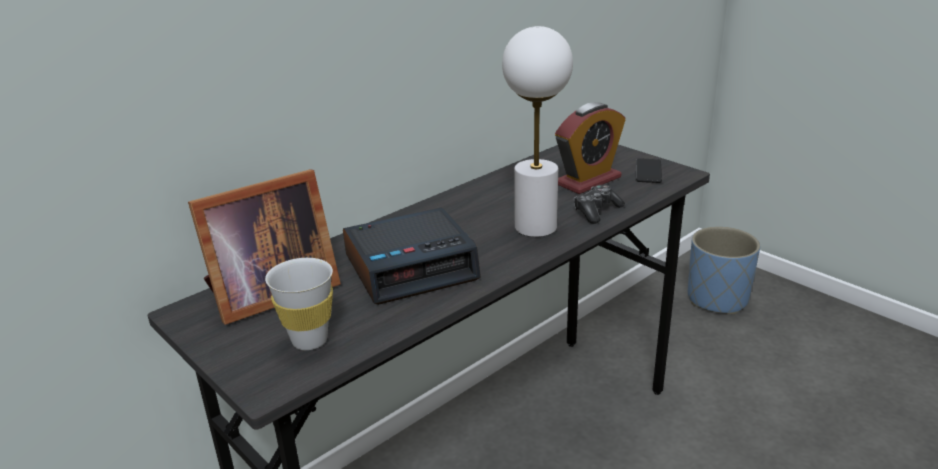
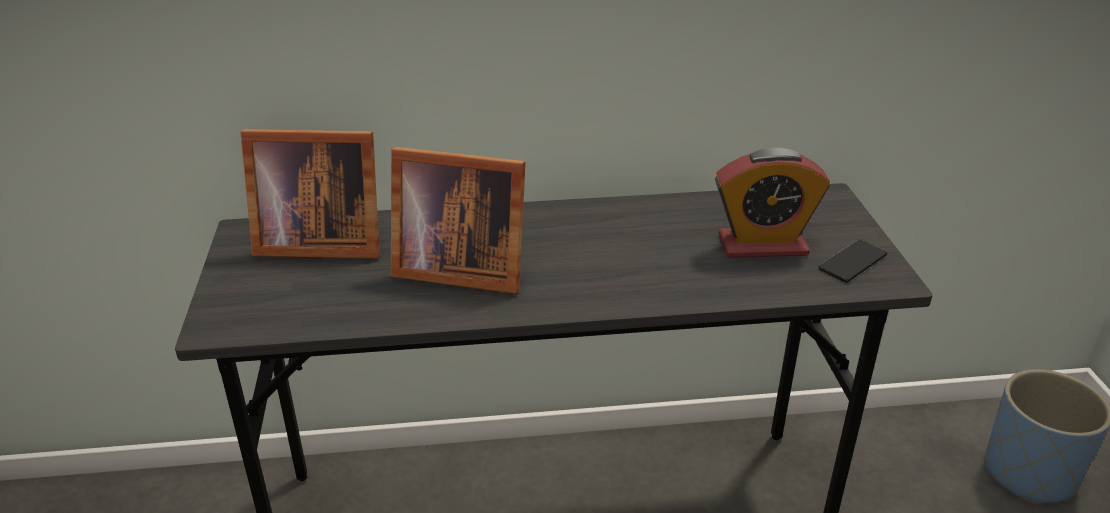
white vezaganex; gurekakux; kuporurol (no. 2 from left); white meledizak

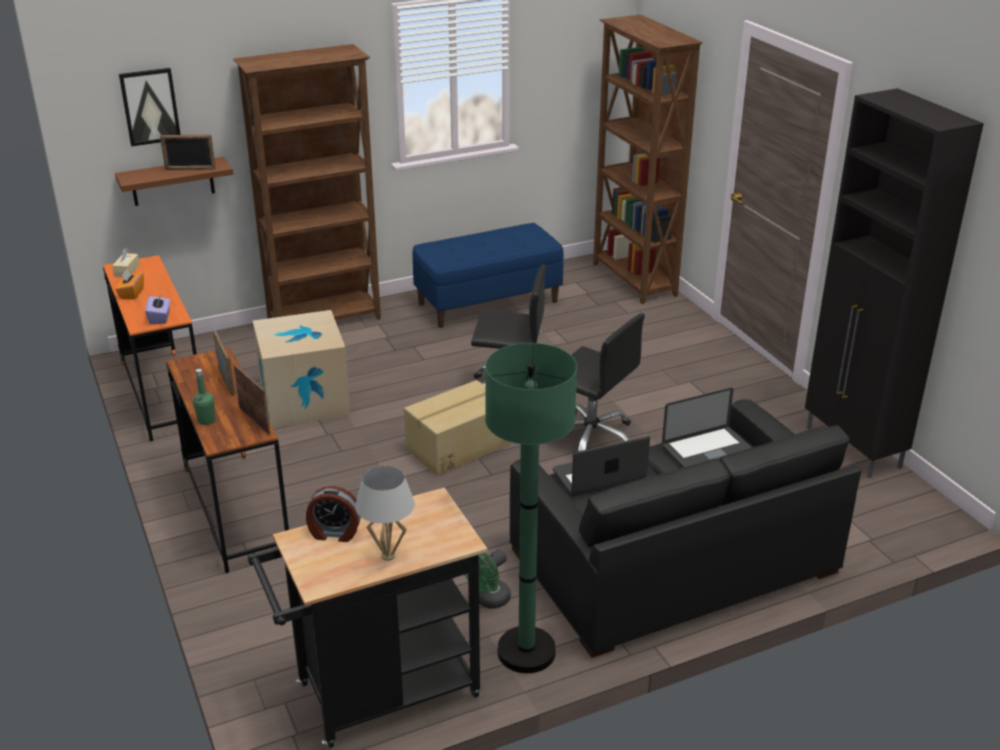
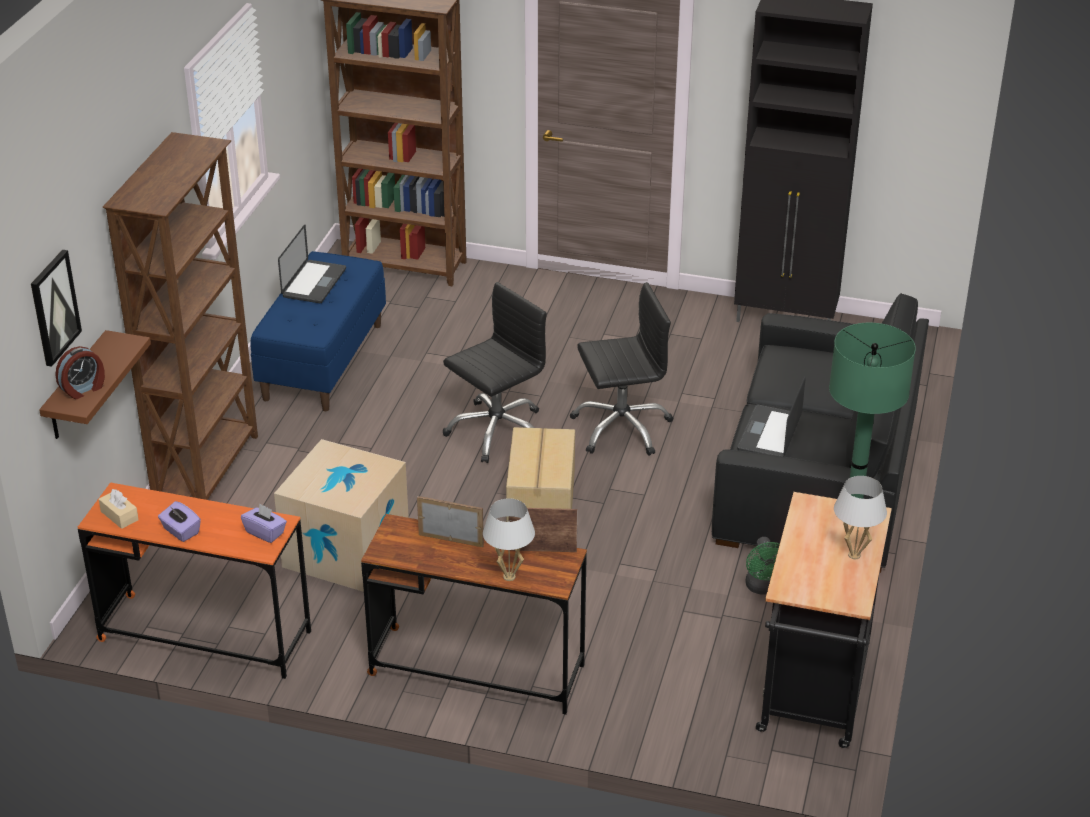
kuporurol (no. 1 from left in the first image); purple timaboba (no. 1 from left); white vezaganex (no. 1 from left); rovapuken (no. 1 from left); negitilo

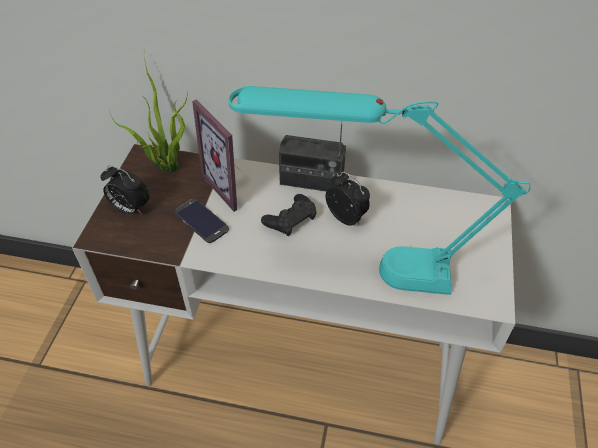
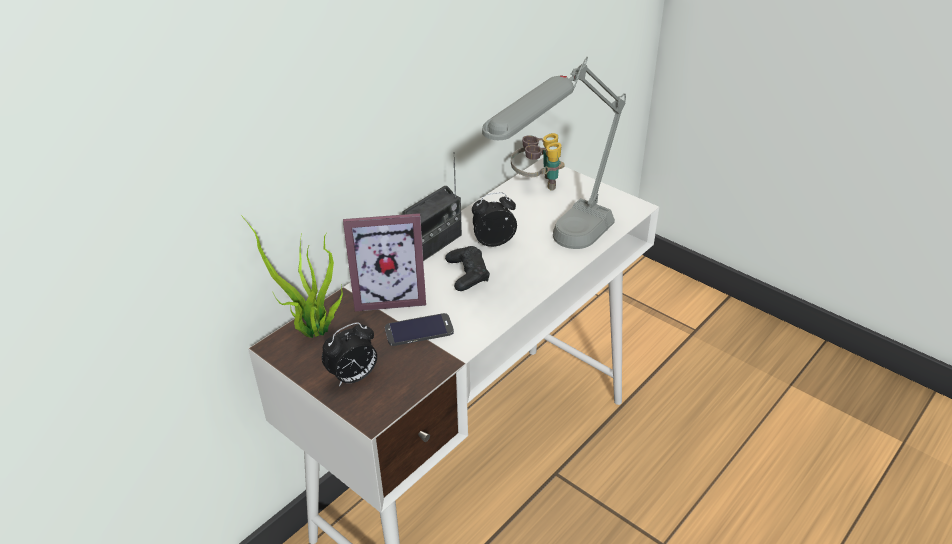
grey vezaganex; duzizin

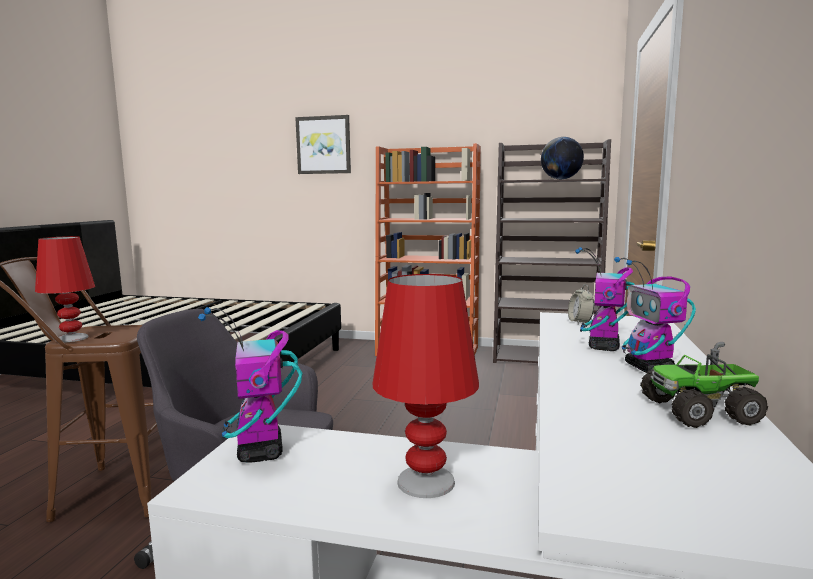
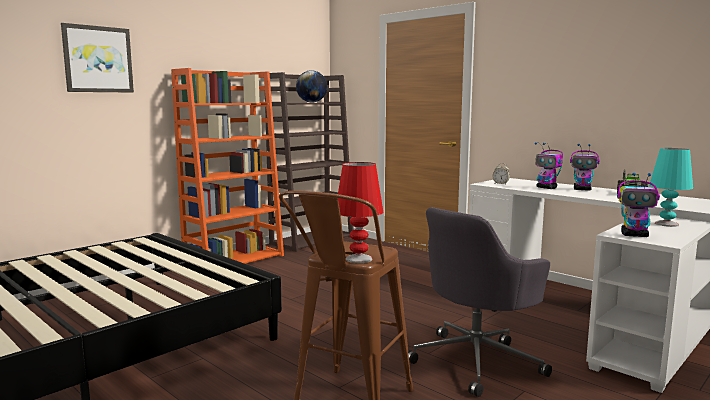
turquoise vezaganex

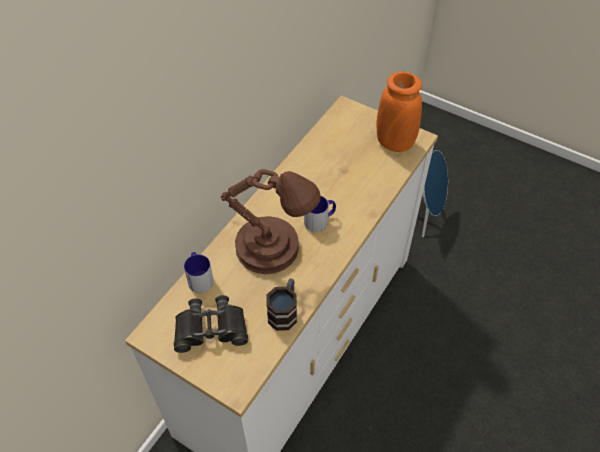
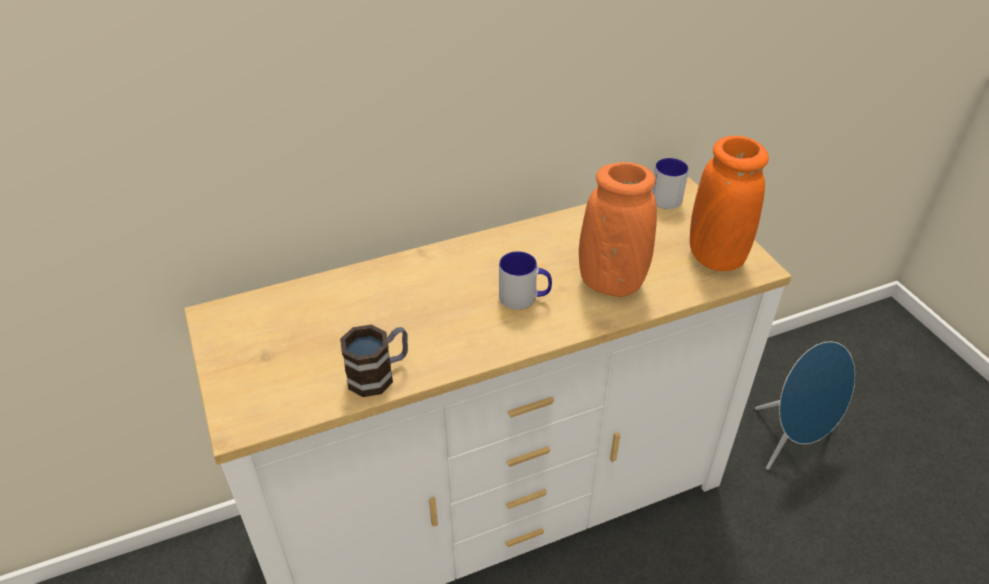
brown vezaganex; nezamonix (no. 3 from left); black duzizin; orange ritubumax (no. 1 from left)

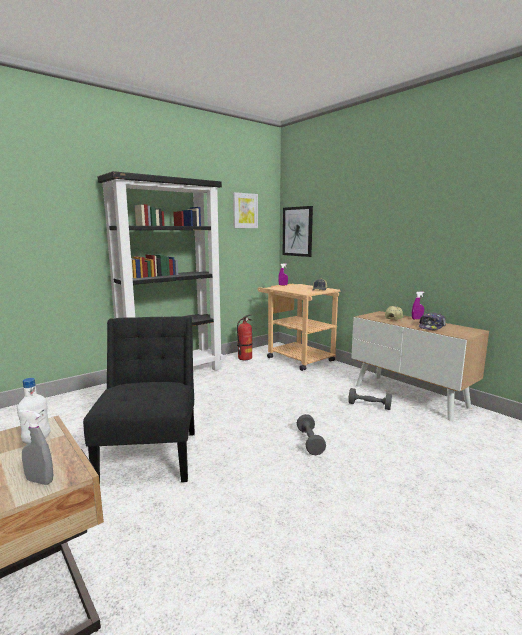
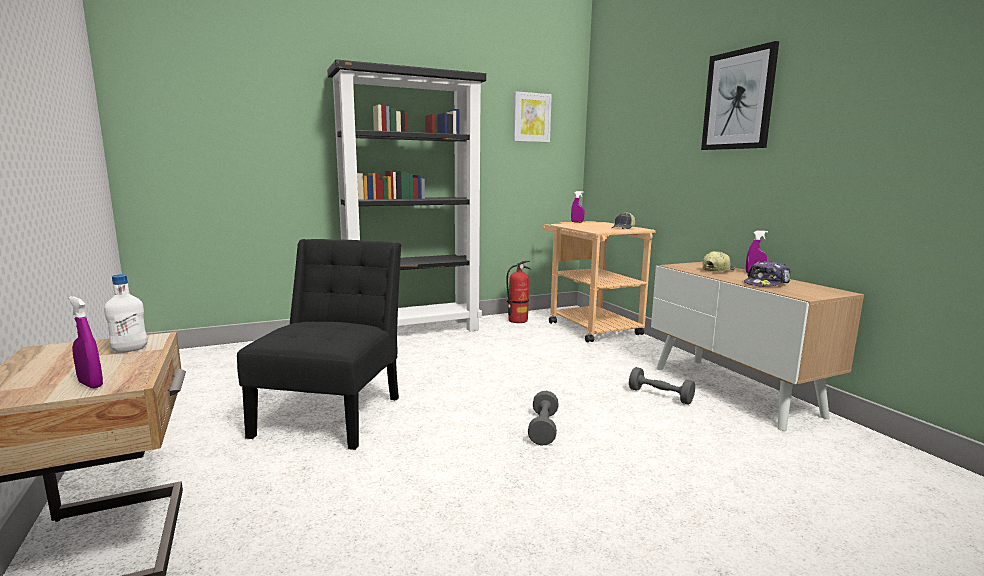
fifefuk (no. 2 from left); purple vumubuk (no. 1 from left)

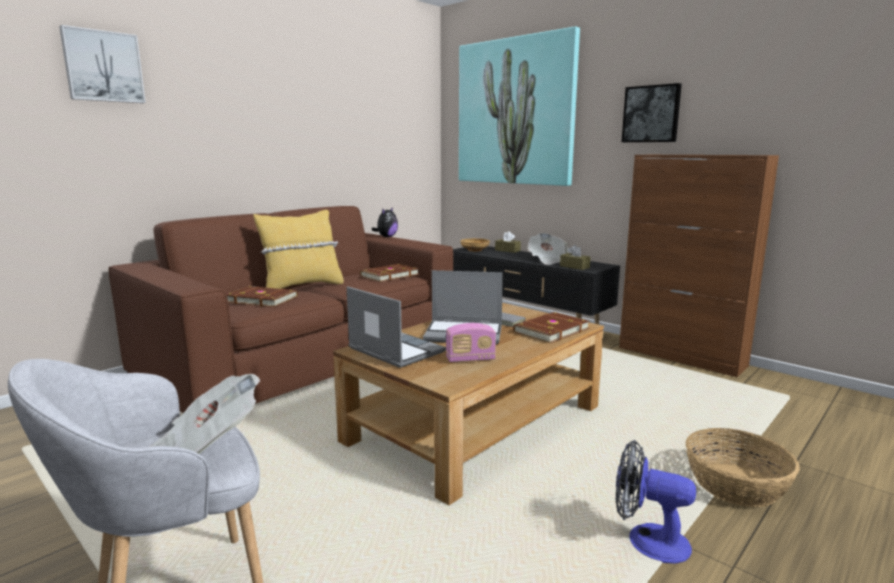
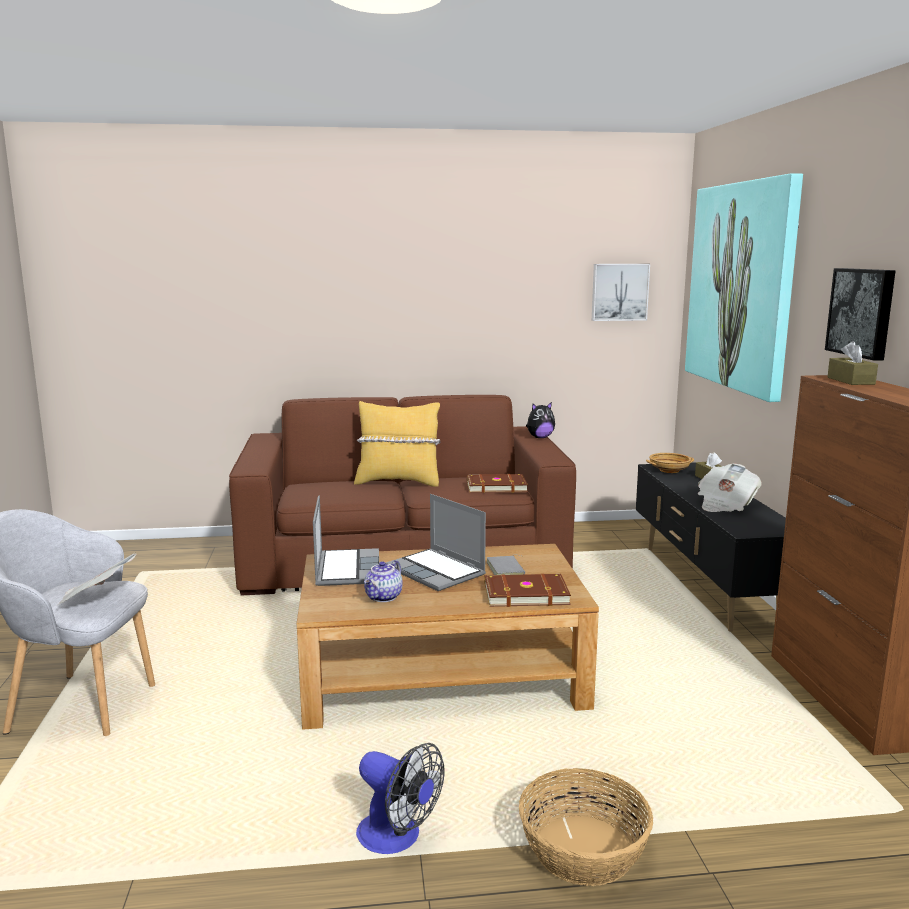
fifefuk (no. 1 from left); brown timaboba (no. 2 from left); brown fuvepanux (no. 1 from left in the first image); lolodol; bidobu

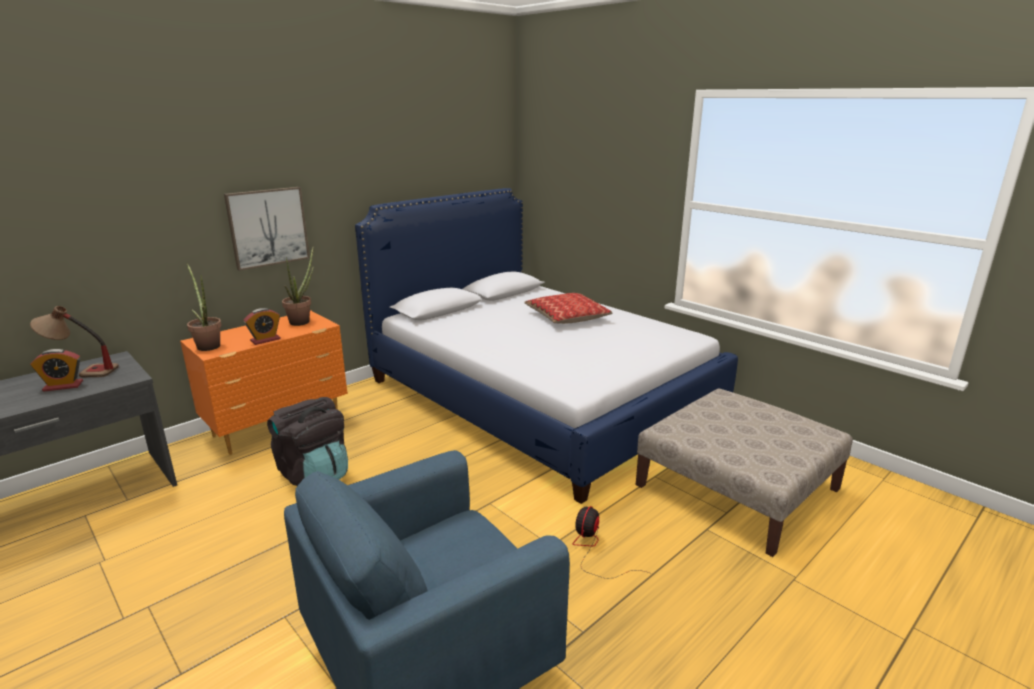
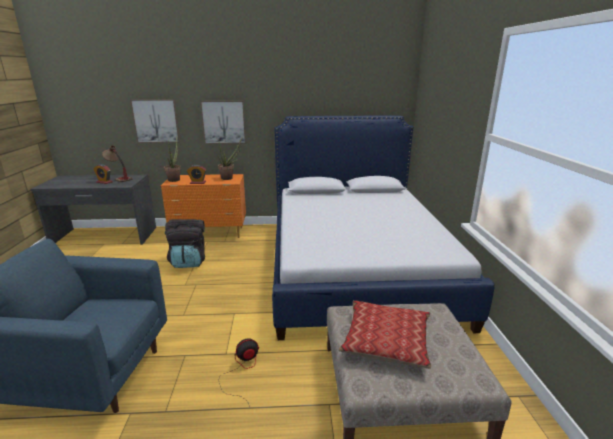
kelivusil; fifefuk (no. 1 from left)

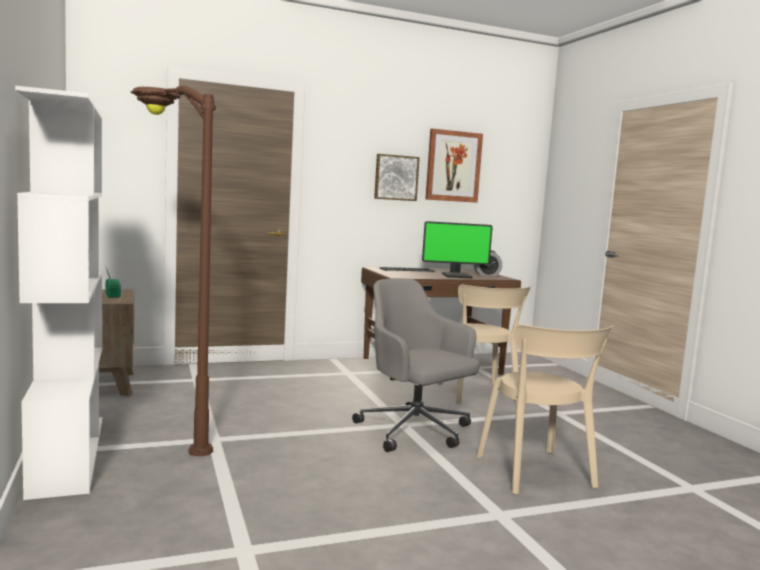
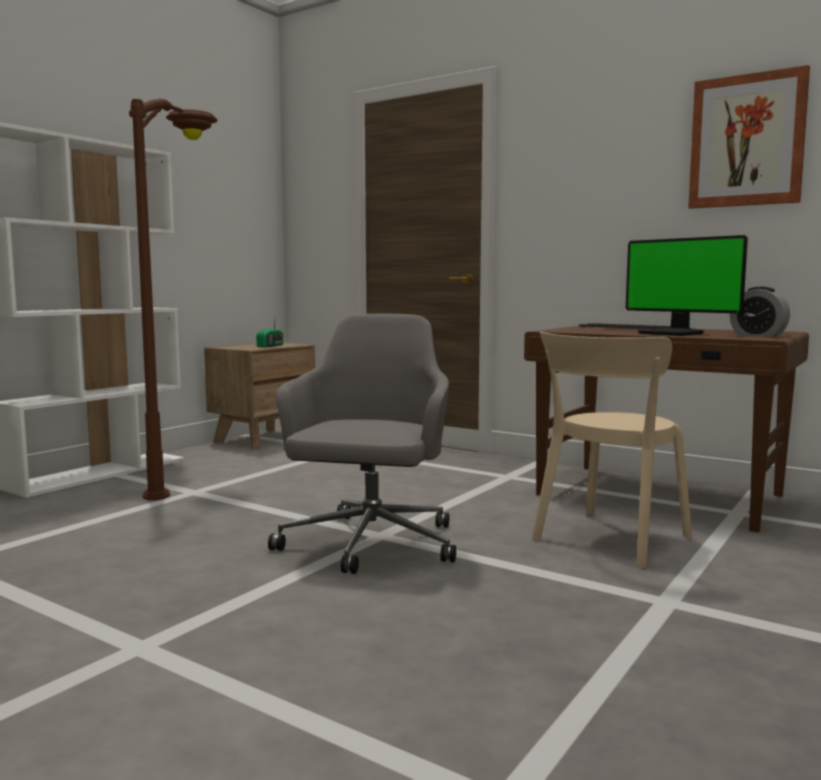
fifefuk (no. 1 from left in the first image); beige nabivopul (no. 2 from left in the first image)

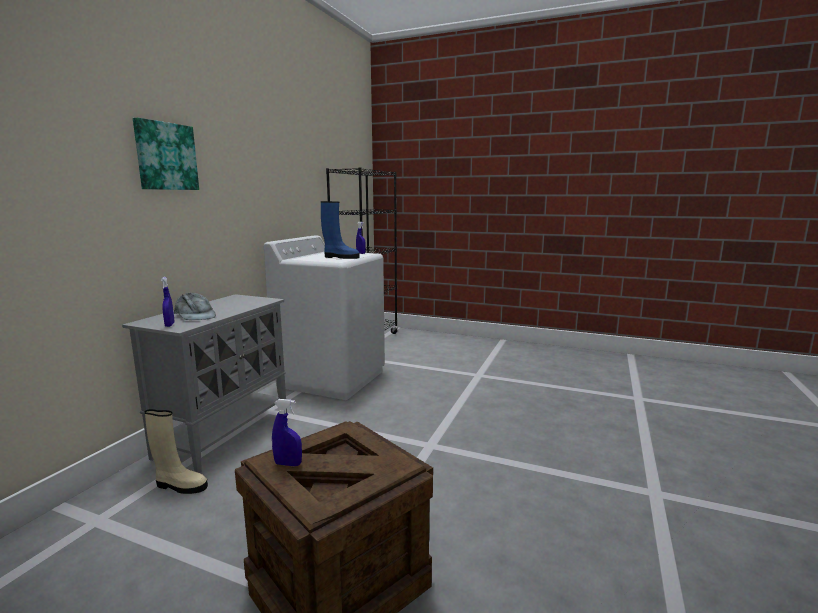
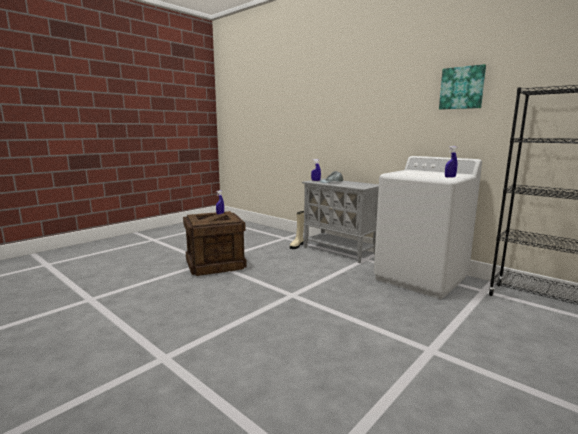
fifefuk; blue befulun

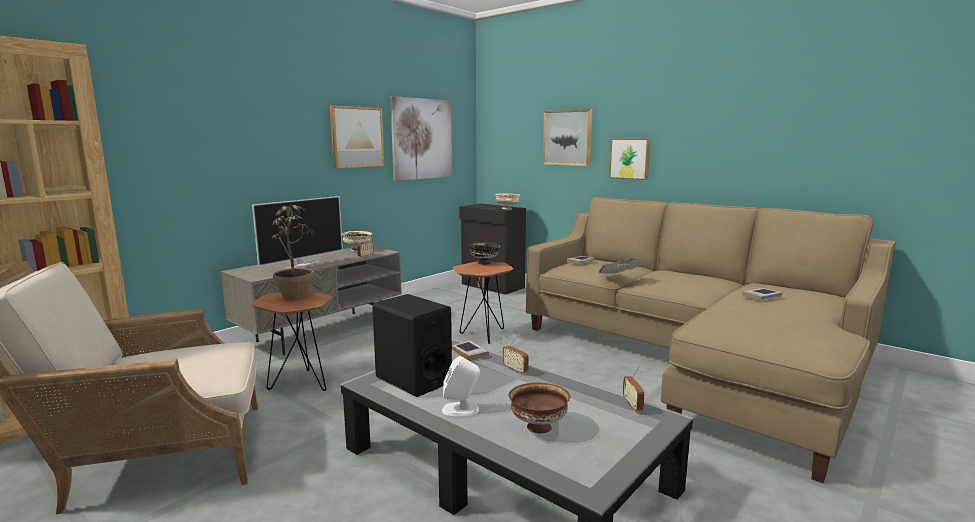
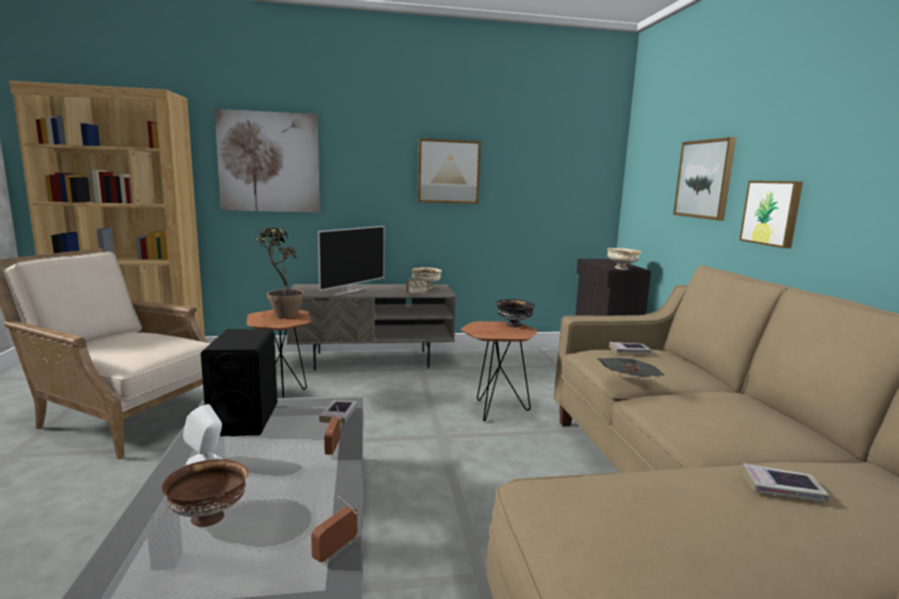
fifefuk (no. 1 from left); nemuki

